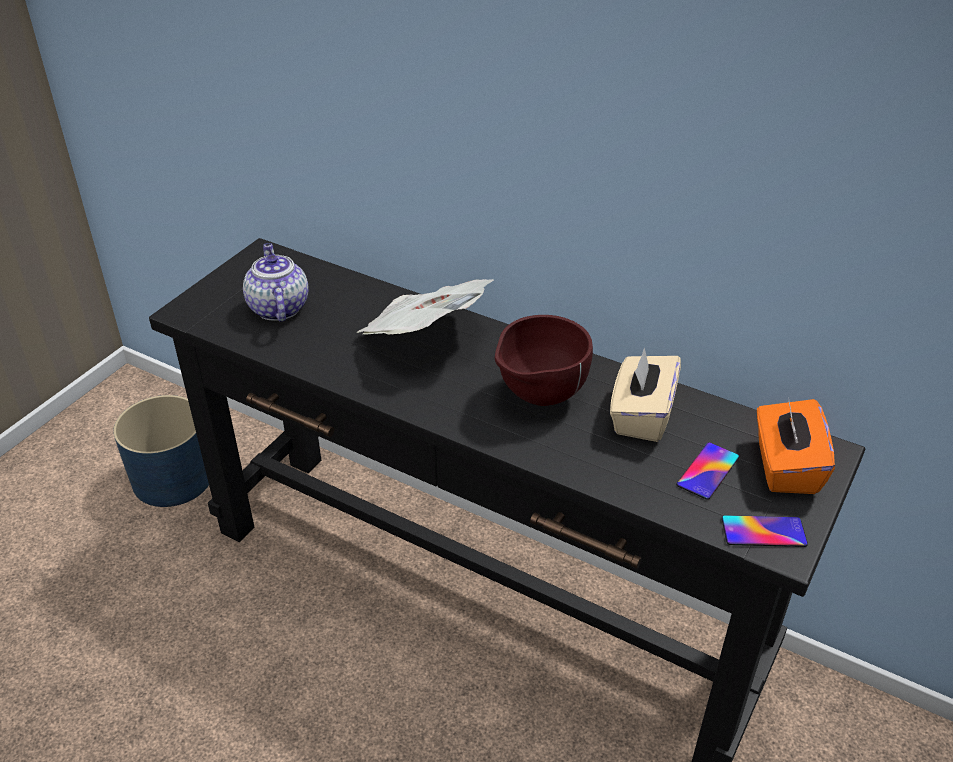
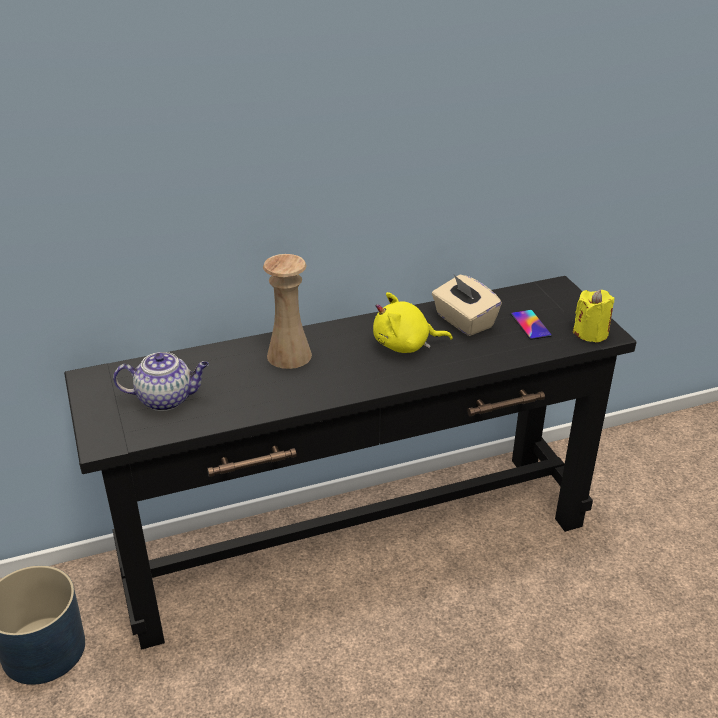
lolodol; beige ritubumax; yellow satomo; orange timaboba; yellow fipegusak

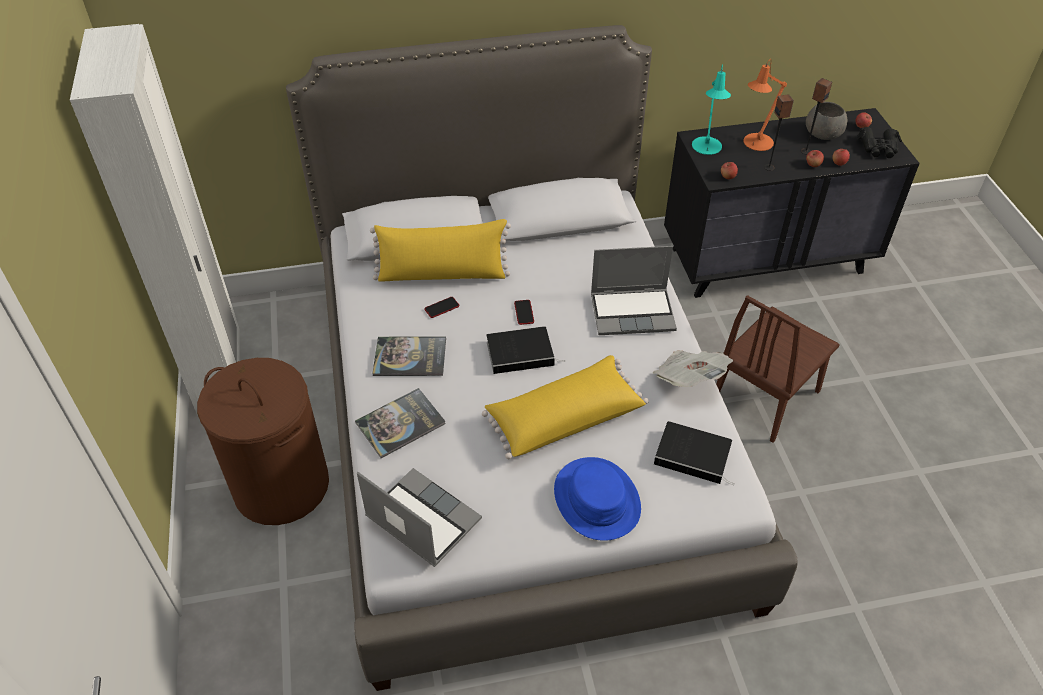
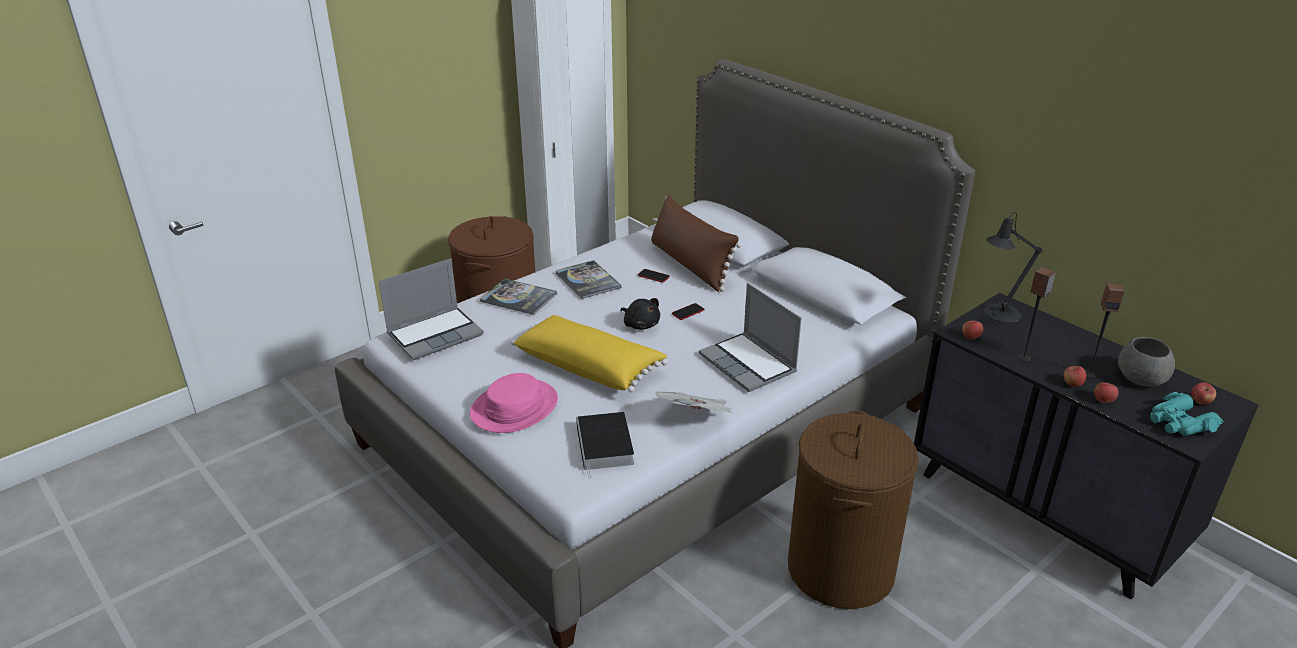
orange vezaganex; black vezaganex; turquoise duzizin; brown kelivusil; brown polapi (no. 2 from left); black satomo; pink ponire; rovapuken (no. 1 from left)

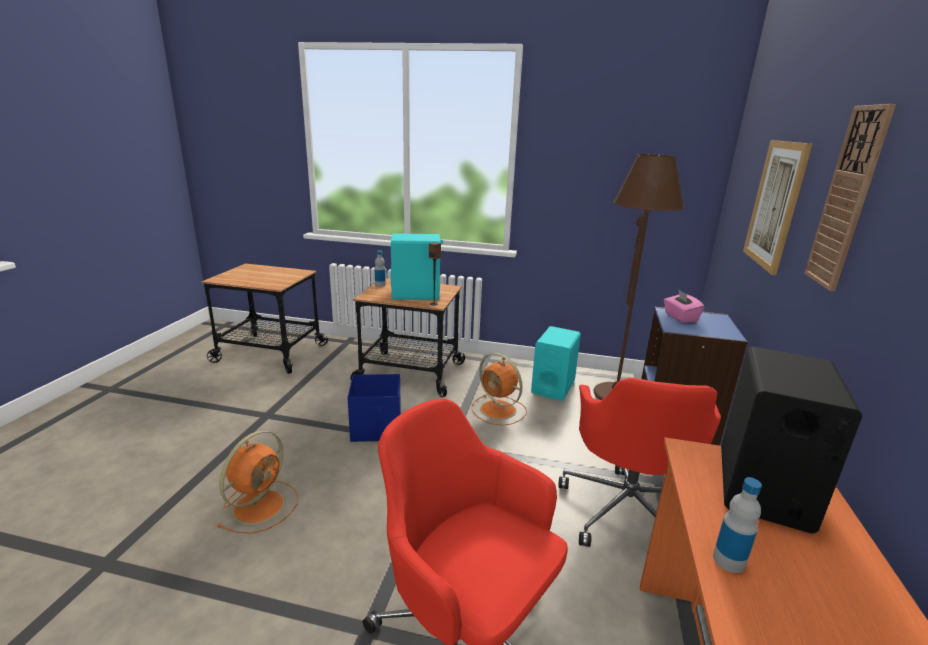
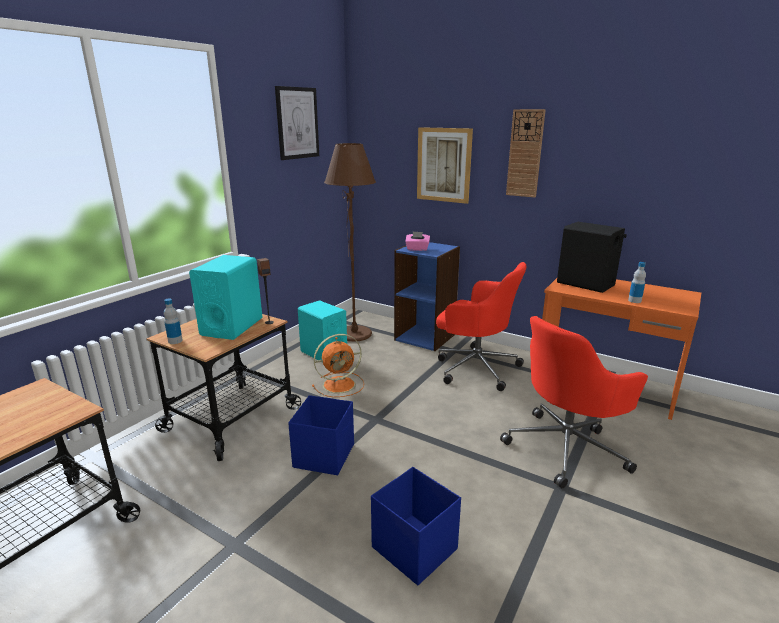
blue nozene (no. 2 from left); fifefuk (no. 1 from left)

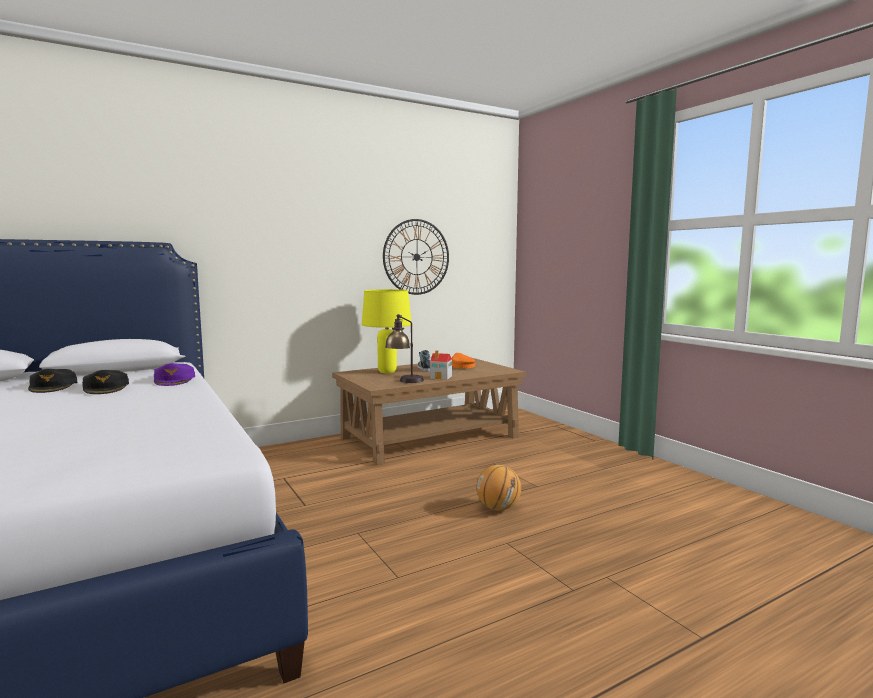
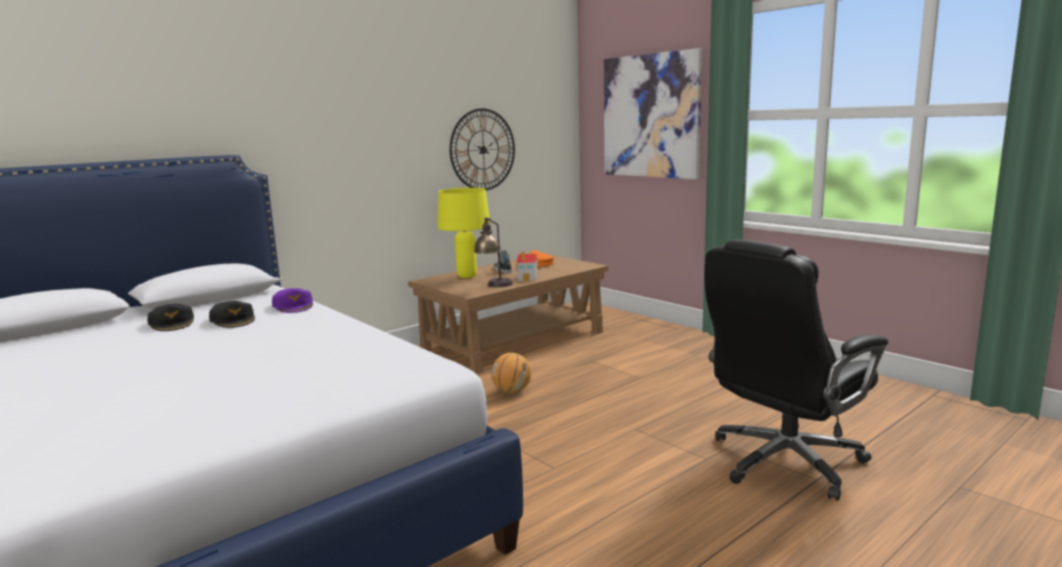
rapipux; fifefuk; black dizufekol

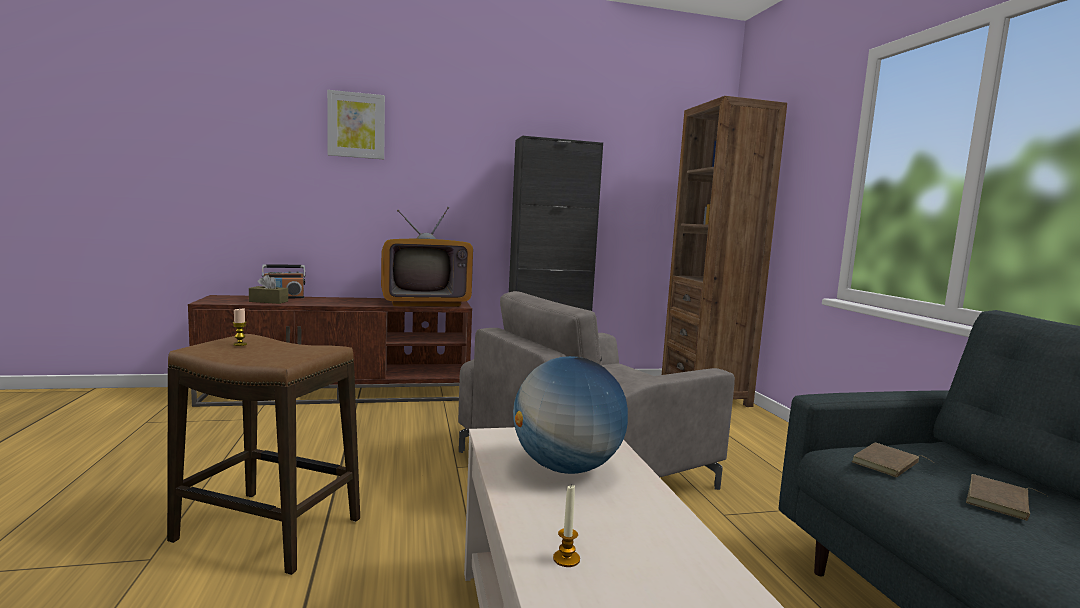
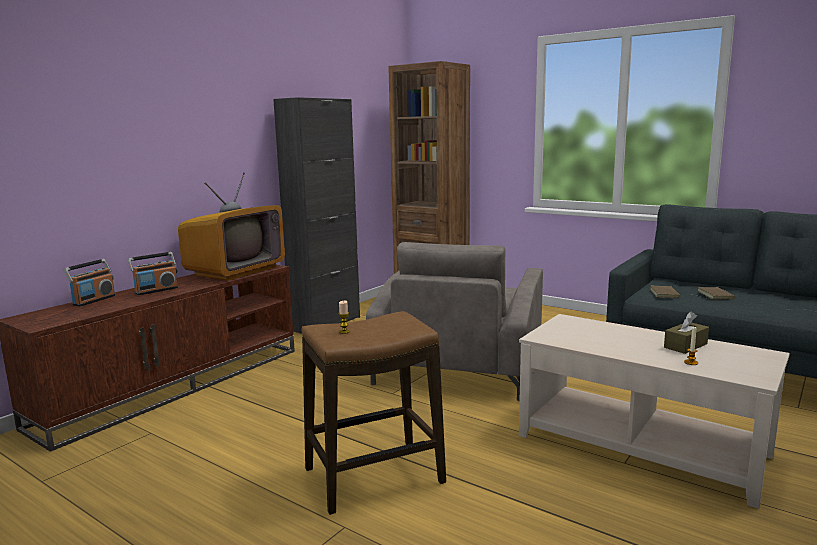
fifefuk; brown timaboba; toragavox; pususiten (no. 2 from left)

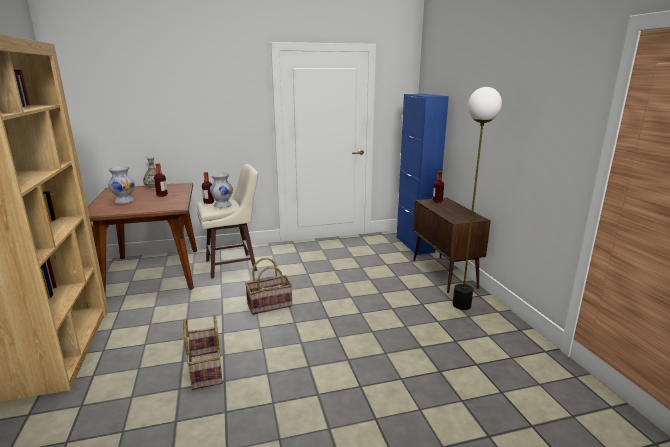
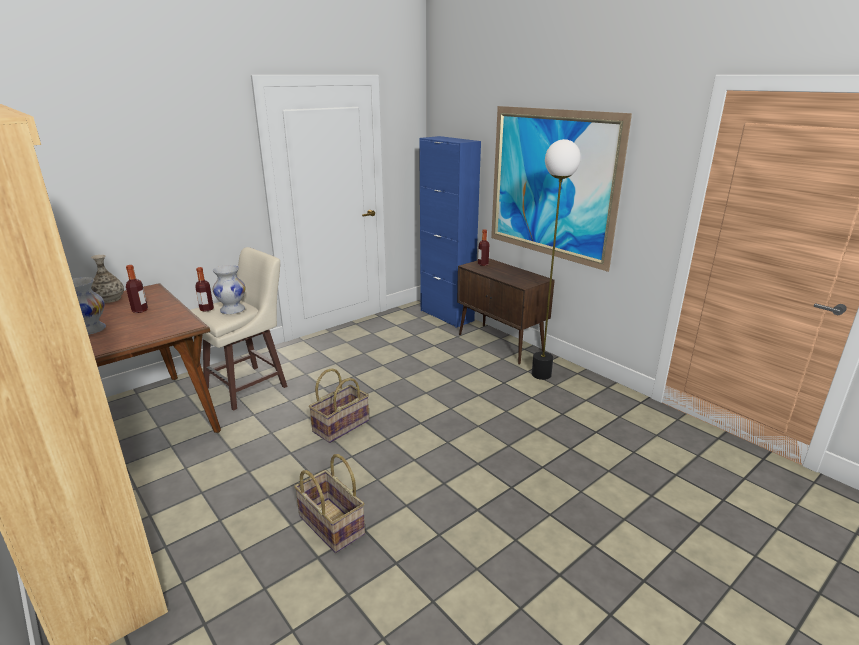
fifefuk

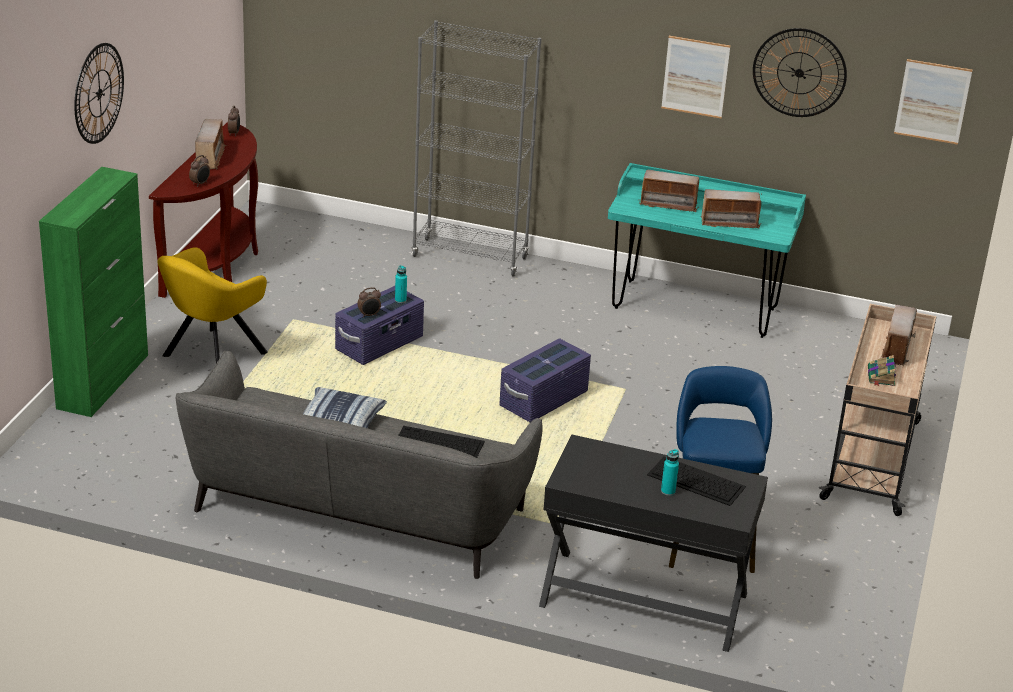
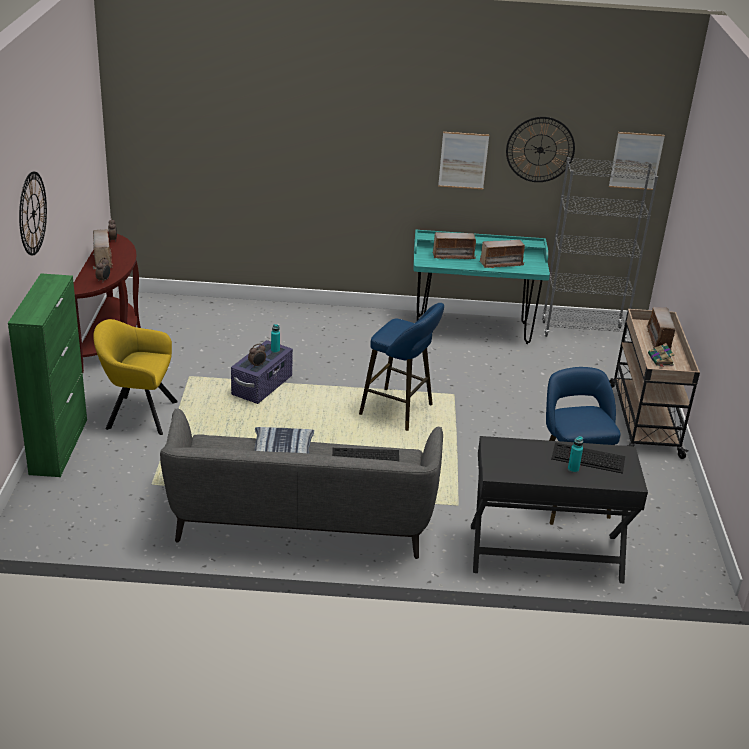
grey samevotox; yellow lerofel; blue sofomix (no. 1 from left)

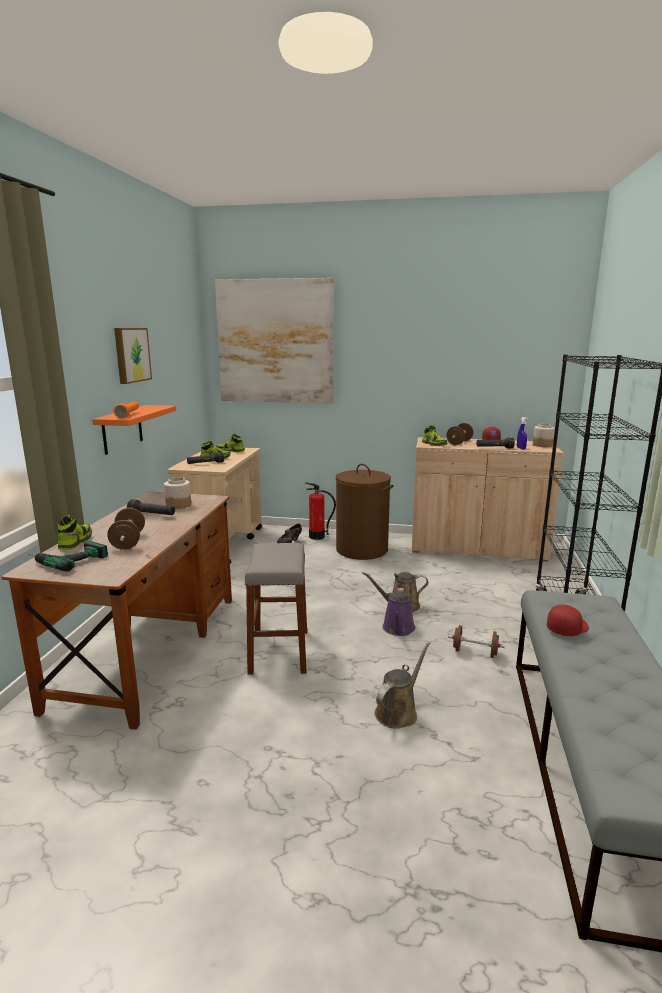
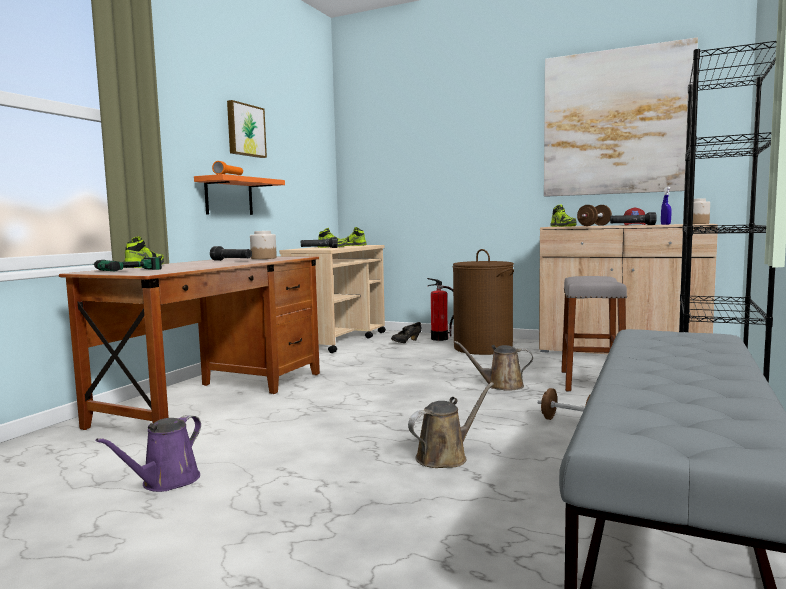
fifefuk (no. 2 from left); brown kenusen (no. 1 from left in the first image); grey sofomix; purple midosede; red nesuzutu (no. 2 from left in the first image)

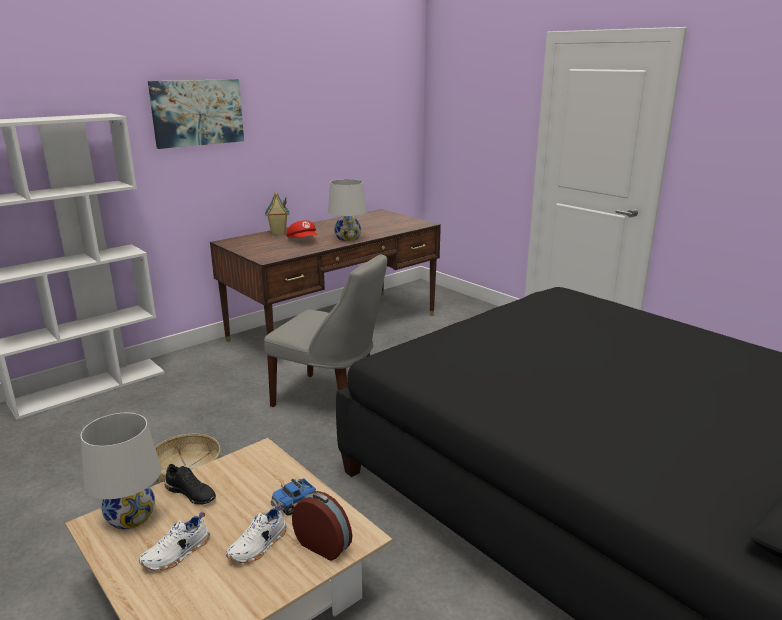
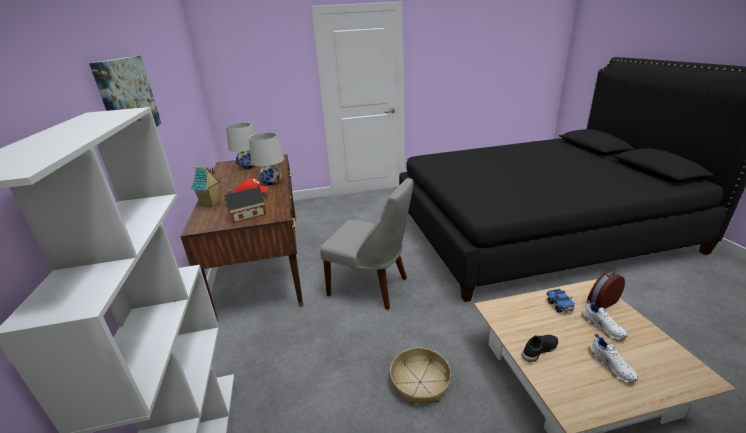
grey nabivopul; white vezaganex (no. 1 from left); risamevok (no. 2 from left)

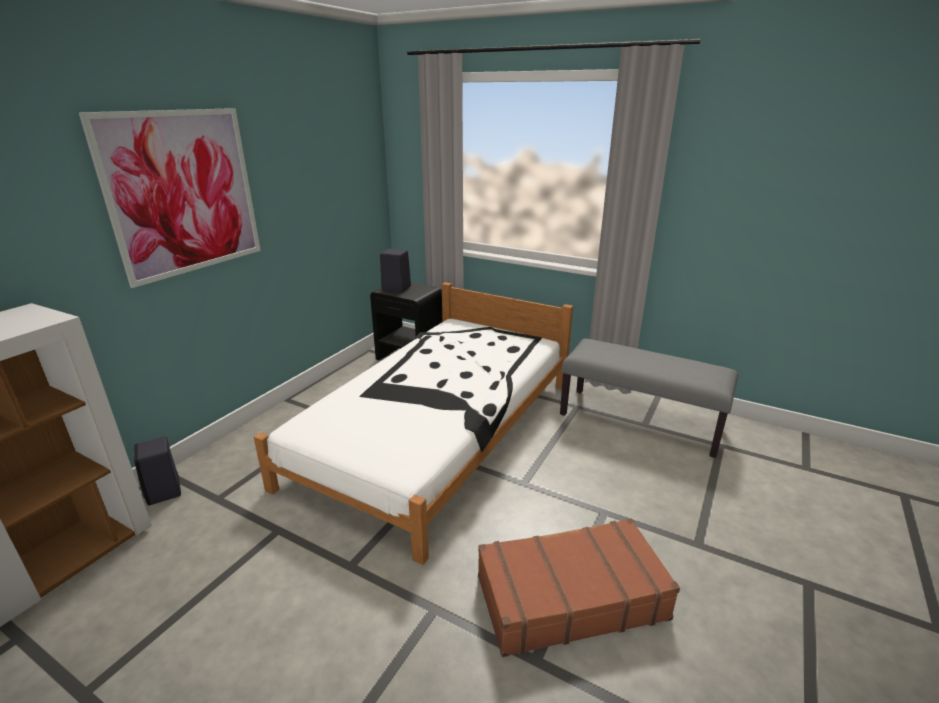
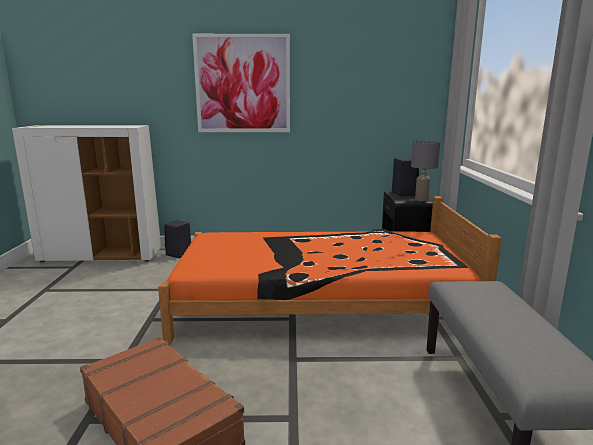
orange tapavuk; grey vezaganex

